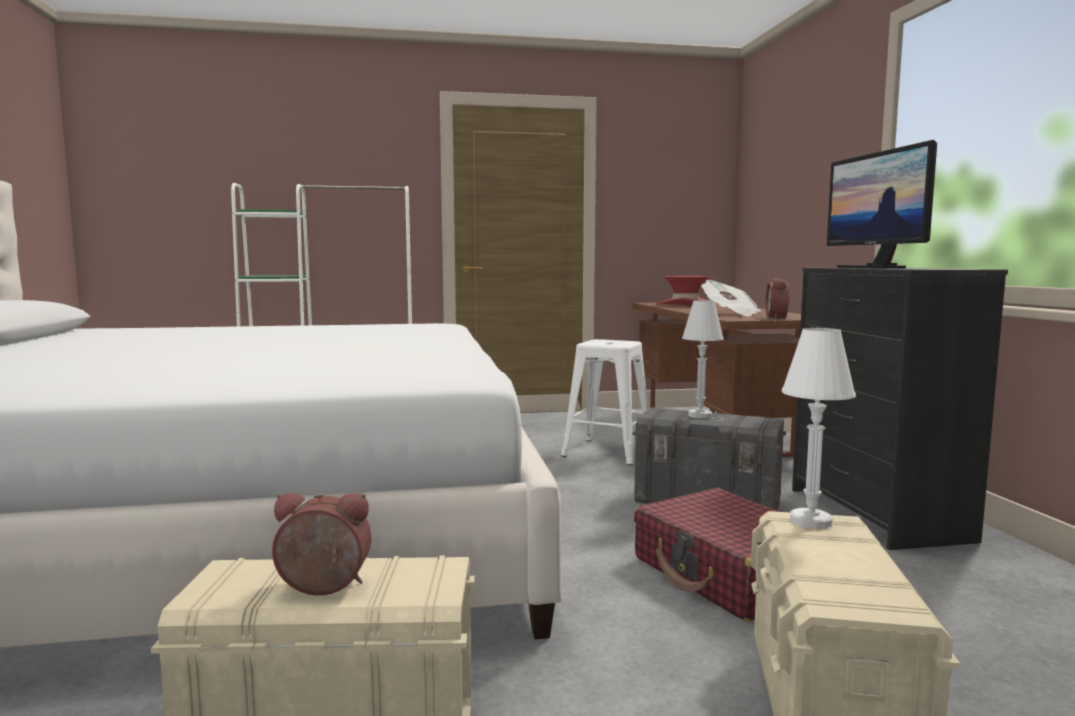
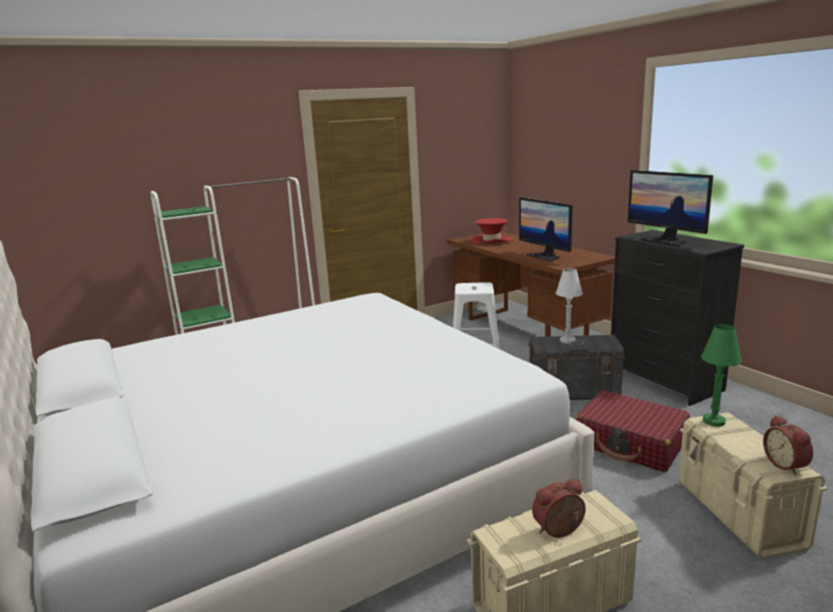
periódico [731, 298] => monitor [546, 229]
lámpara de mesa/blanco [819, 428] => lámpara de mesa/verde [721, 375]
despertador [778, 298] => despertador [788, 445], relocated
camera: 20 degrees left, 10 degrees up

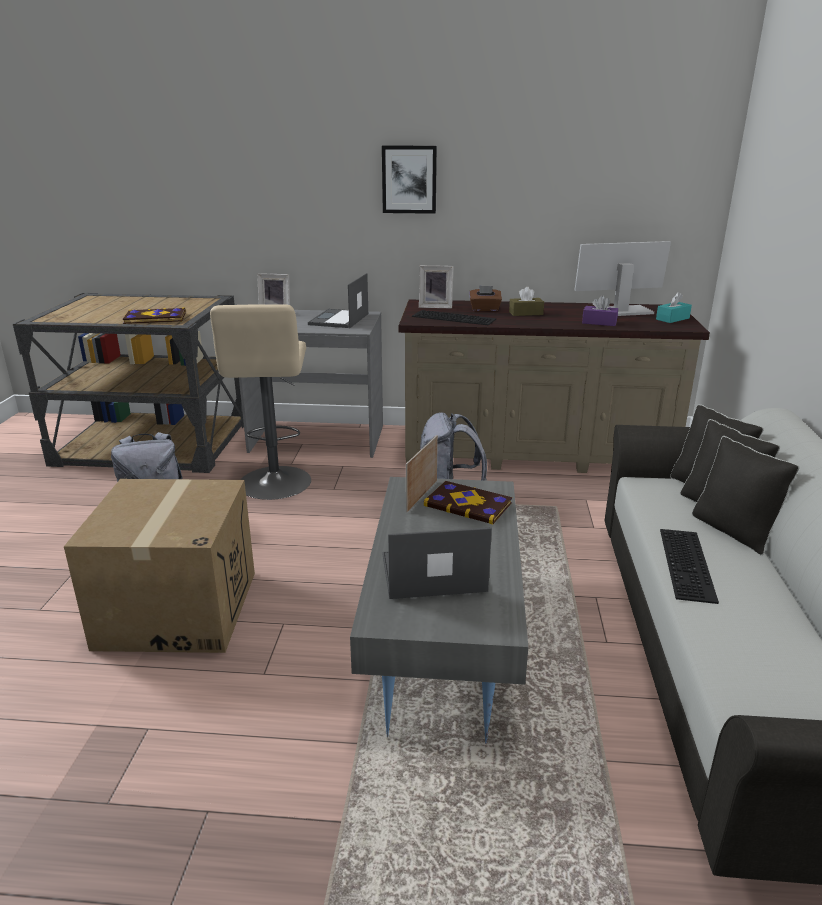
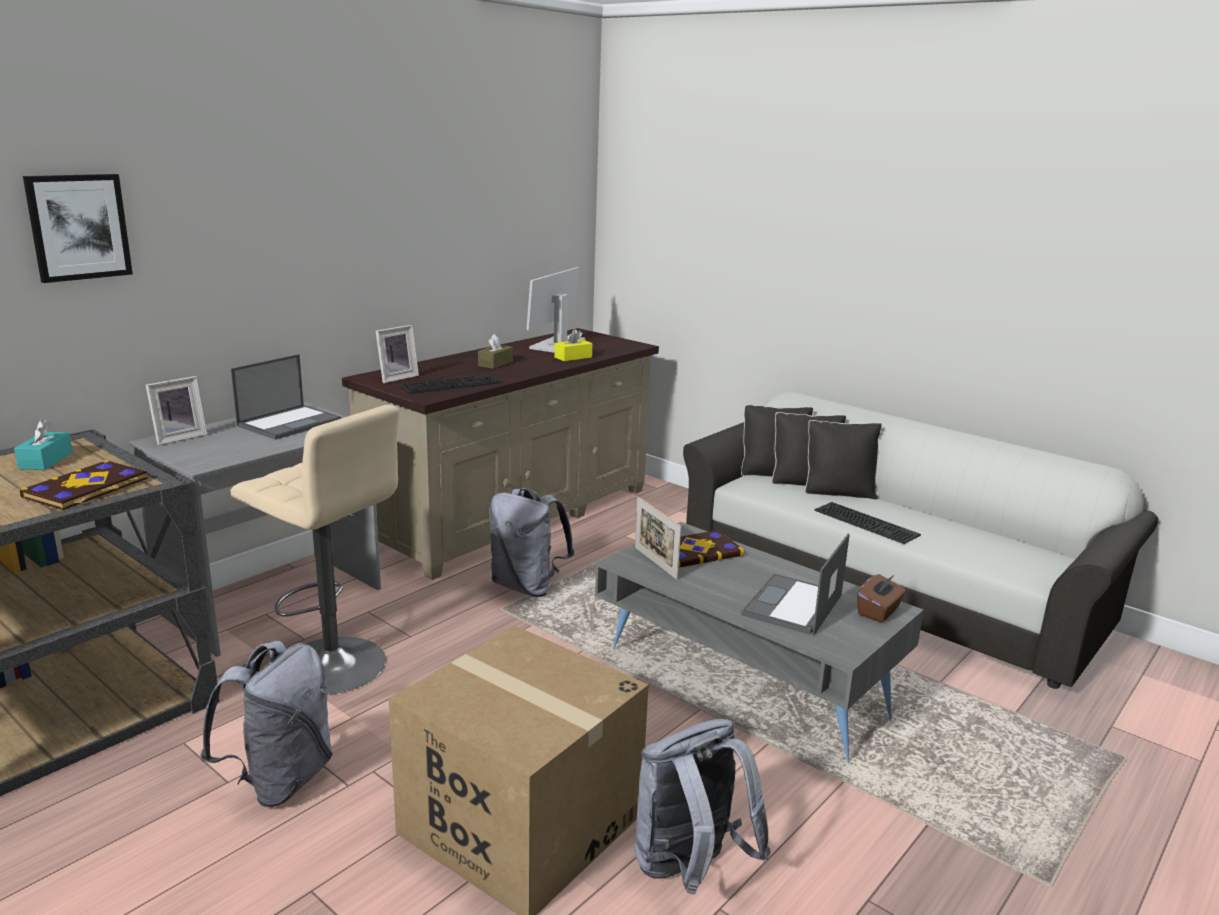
caja de pañuelos/turquesa [674, 307] => caja de pañuelos/turquesa [43, 445], relocated
cuadro [409, 180] => cuadro [78, 228], relocated
portátil [338, 300] => portátil [286, 397], 105 degrees counterclockwise
caja de pañuelos/morado [600, 310] => caja de pañuelos/amarillo [573, 345]
nothing => mochila/gris [703, 806]
caja de pañuelos/marrón [485, 298] => caja de pañuelos/marrón [881, 598], relocated
camera: 55 degrees left, 5 degrees down

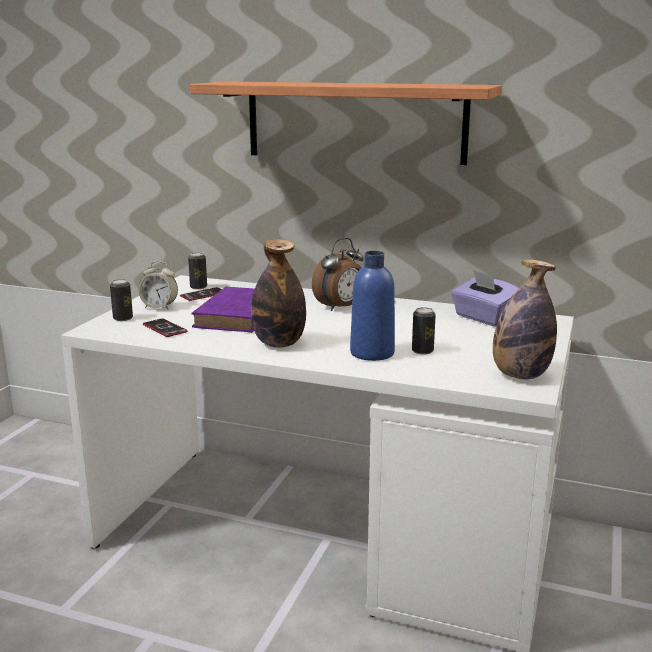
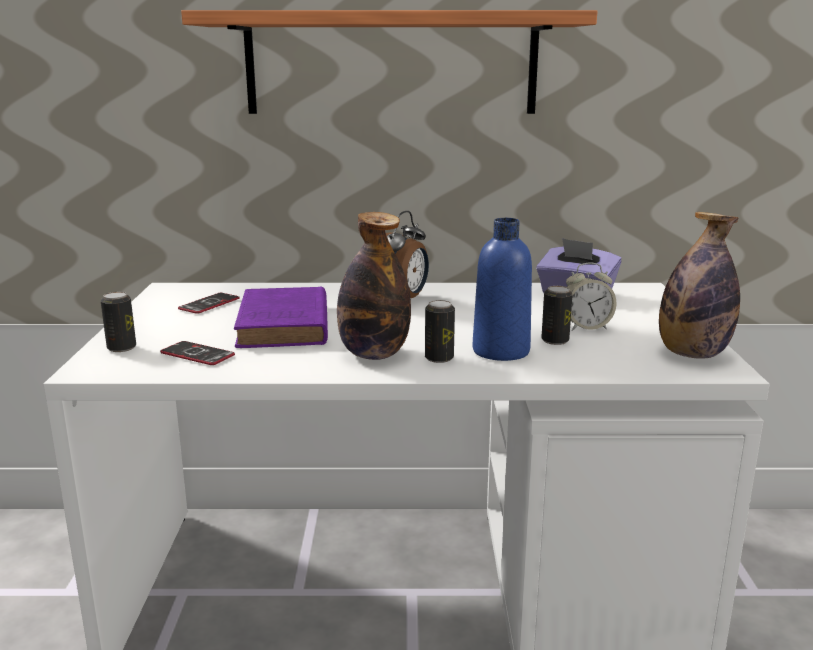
lata [197, 271] => lata [440, 331], relocated
despertador [158, 285] => despertador [591, 296], relocated
camera: 20 degrees left, 0 degrees up

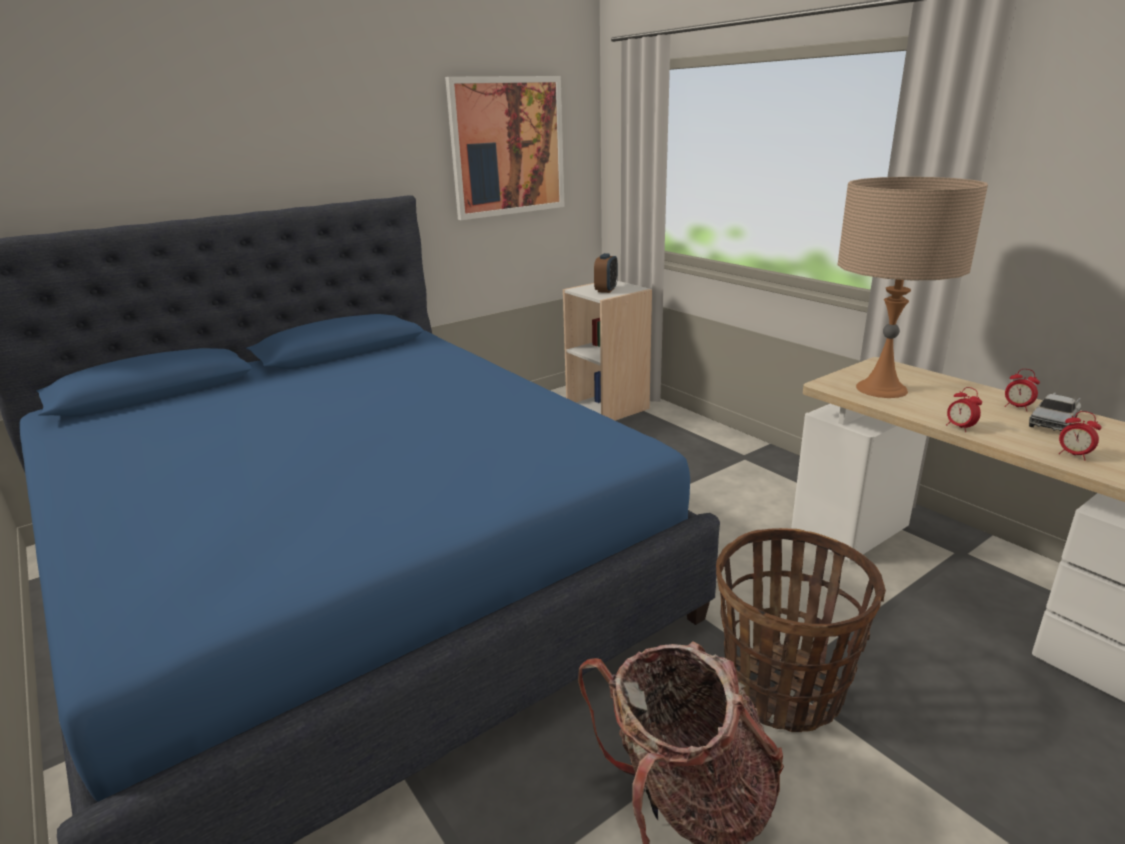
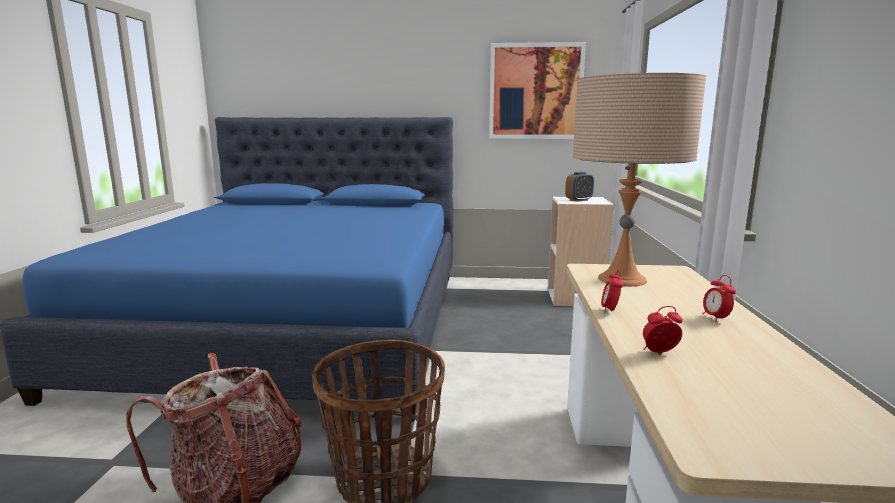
despertador [1079, 436] => despertador [663, 330], 90 degrees clockwise
camión de juguete [1055, 411] => nothing
camera: 40 degrees right, 10 degrees down

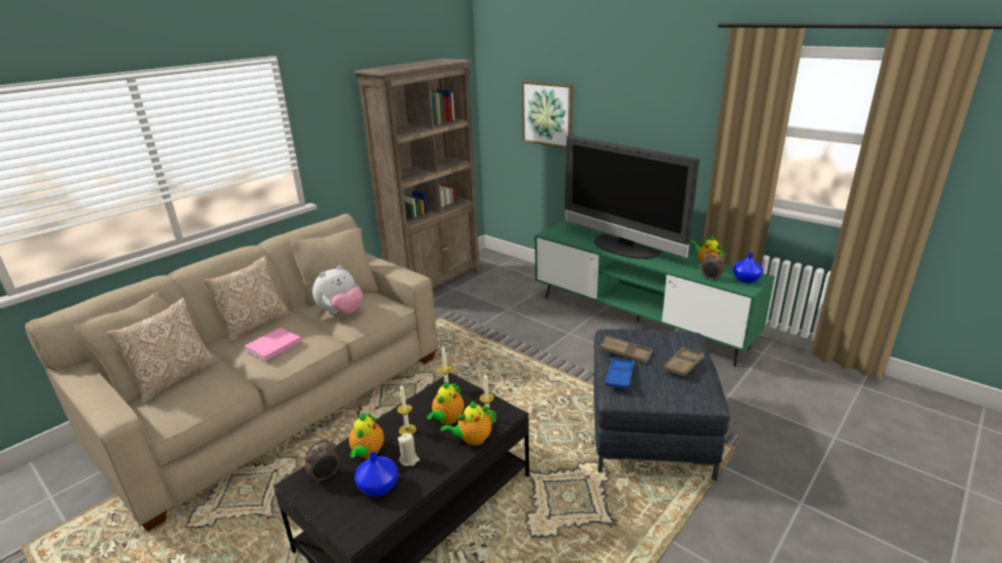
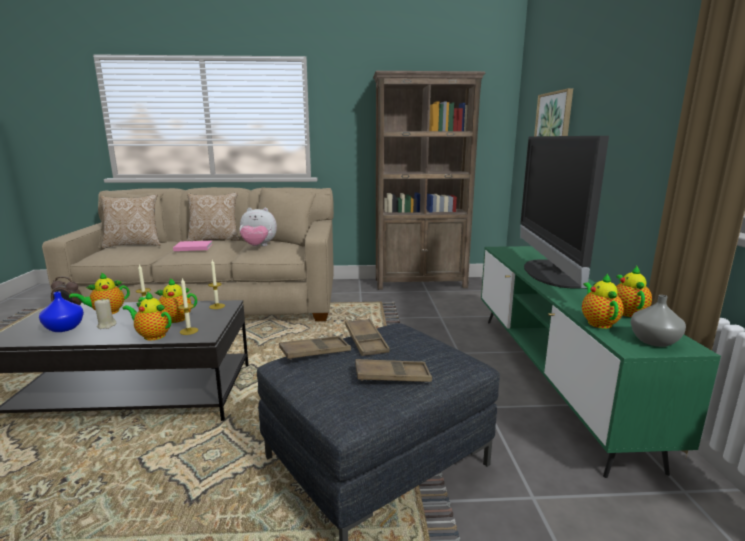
bandeja/azul [619, 374] => bandeja/marrón [315, 348]
despertador [712, 266] => tetera [603, 301]
florero/azul [748, 268] => florero/gris [658, 321]
camera: 45 degrees right, 10 degrees down

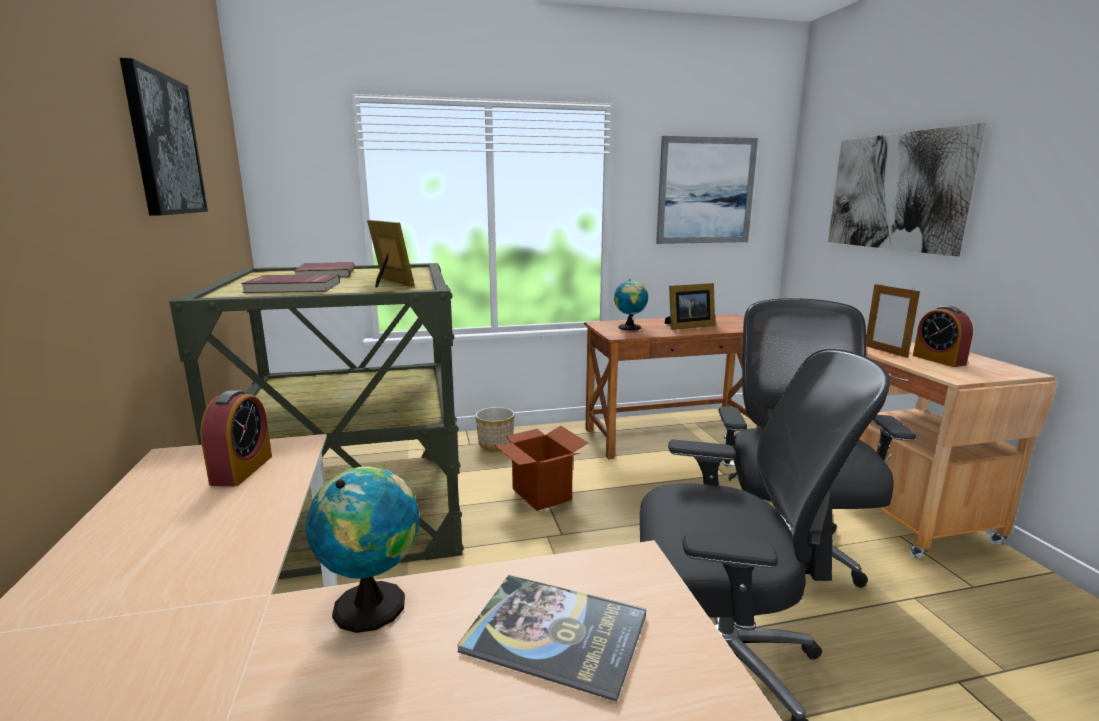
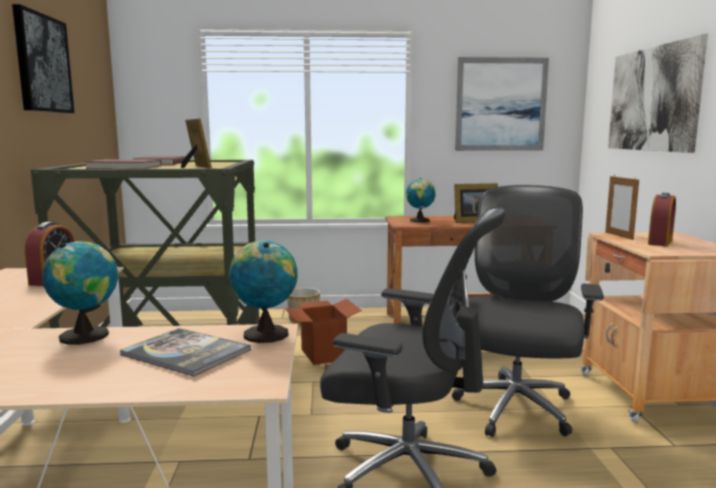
nothing => globo terráqueo [263, 291]
despertador [943, 336] => despertador [662, 219], 135 degrees counterclockwise
camera: 10 degrees right, 5 degrees down

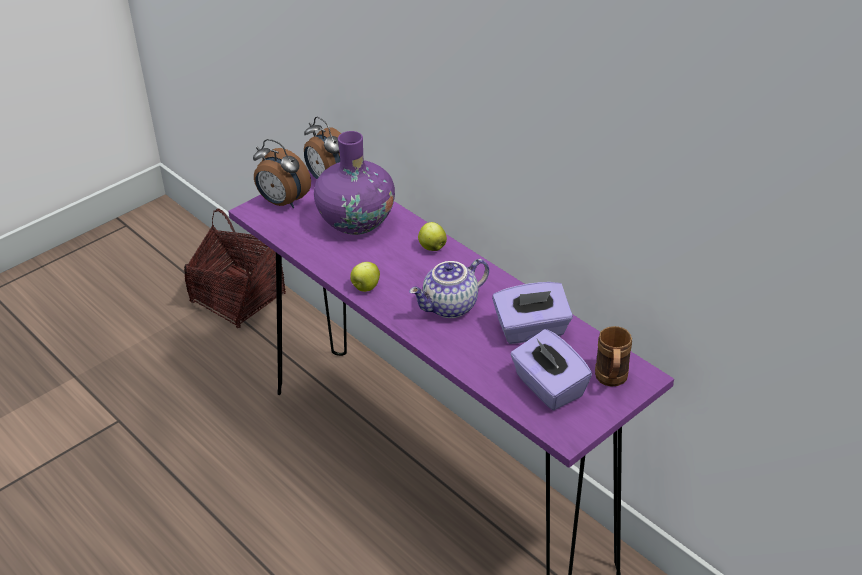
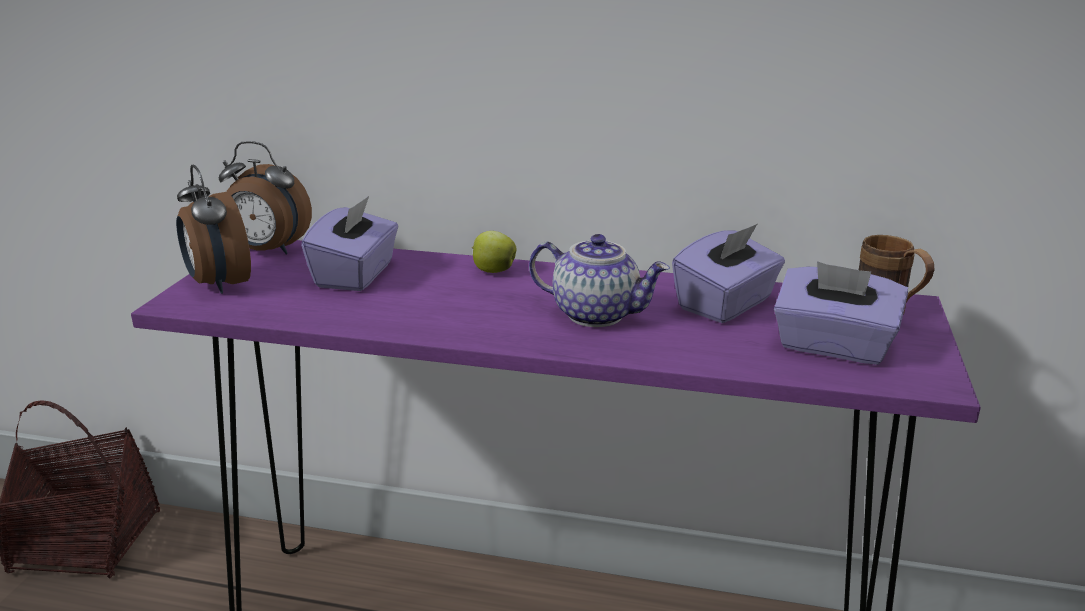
despertador [282, 173] => despertador [213, 229], 60 degrees clockwise
florero/morado [354, 183] => caja de pañuelos/morado [350, 243]
tetera [449, 288] => tetera [599, 280], 90 degrees counterclockwise
manzana [365, 277] => nothing
camera: 35 degrees left, 15 degrees down

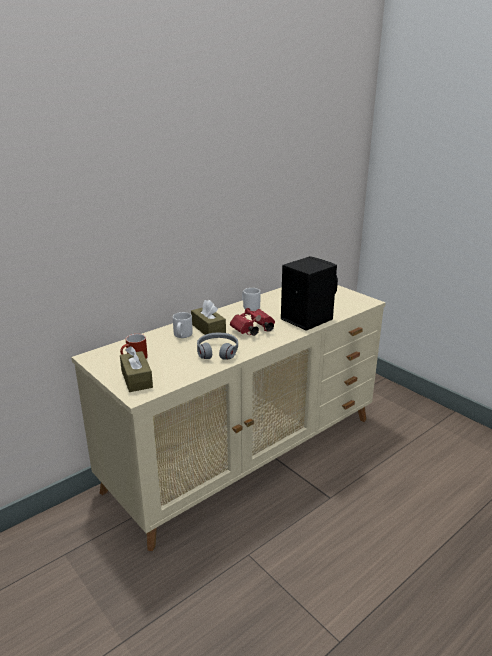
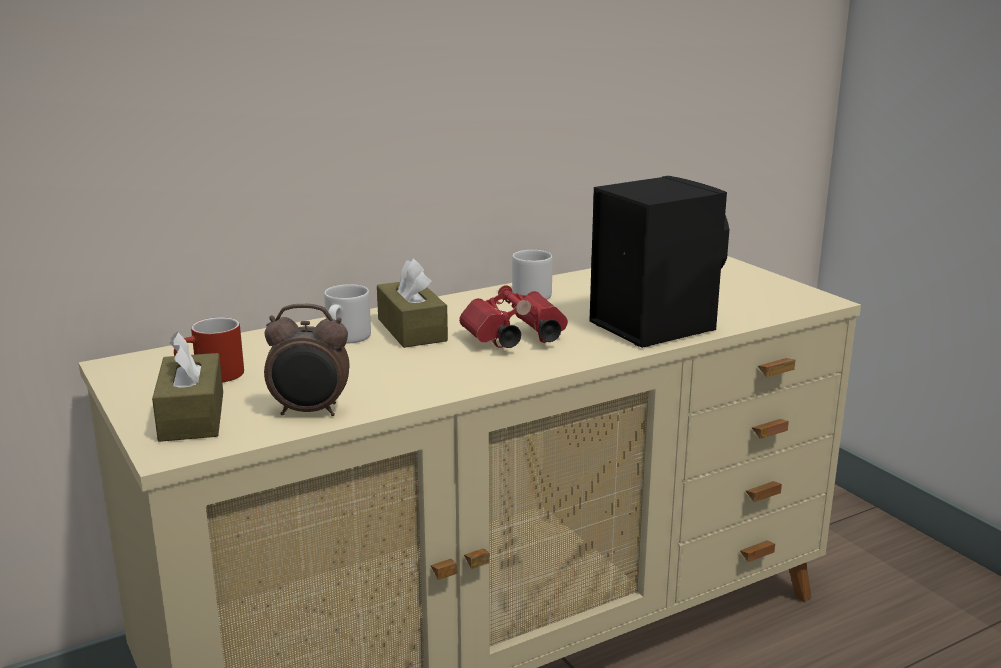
nothing => despertador [306, 360]
auriculares/gris [217, 346] => nothing
camera: 10 degrees right, 5 degrees down

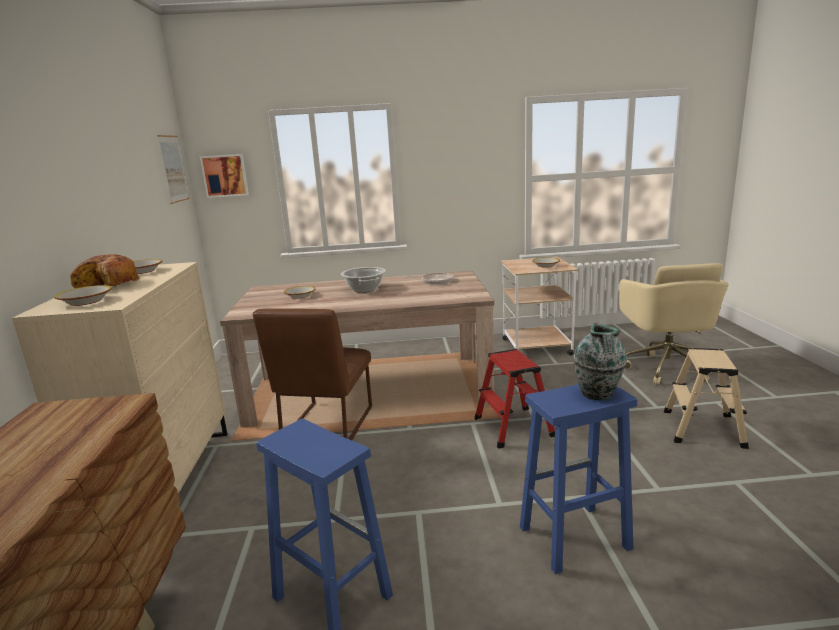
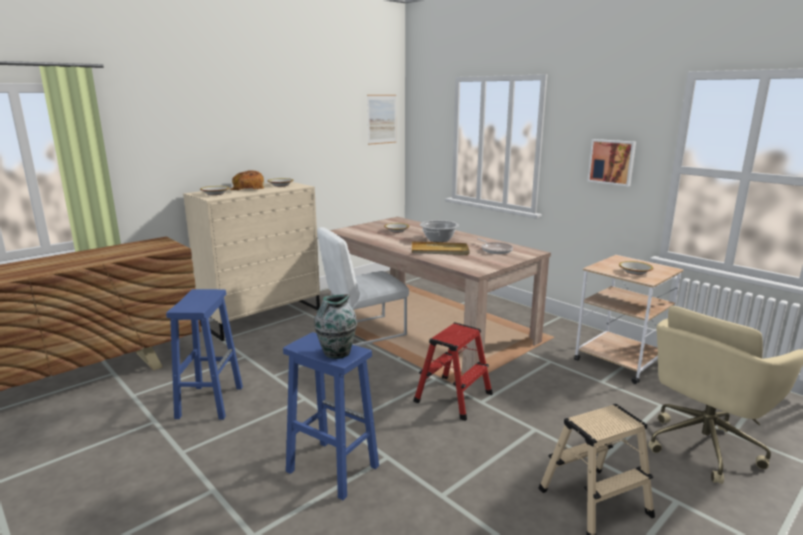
silla/marrón [312, 374] => silla/blanco [363, 286]
nothing => bandeja/beis [440, 248]
cuadro [224, 176] => cuadro [611, 162], relocated
camera: 50 degrees right, 0 degrees up

